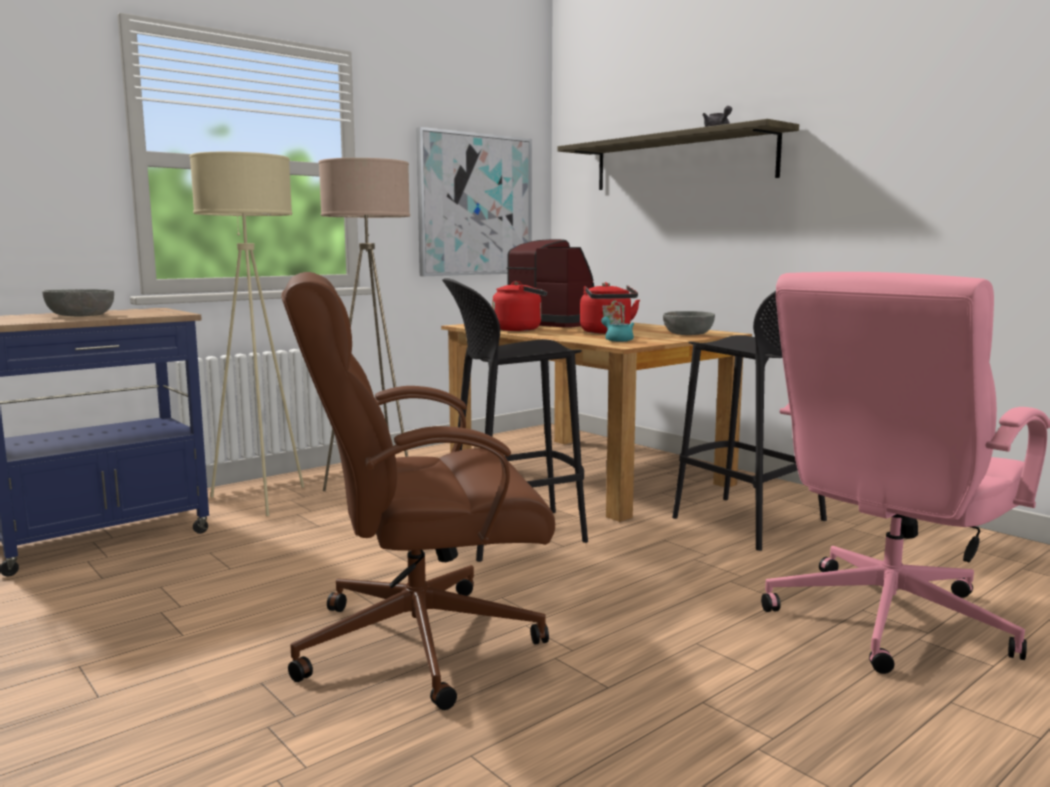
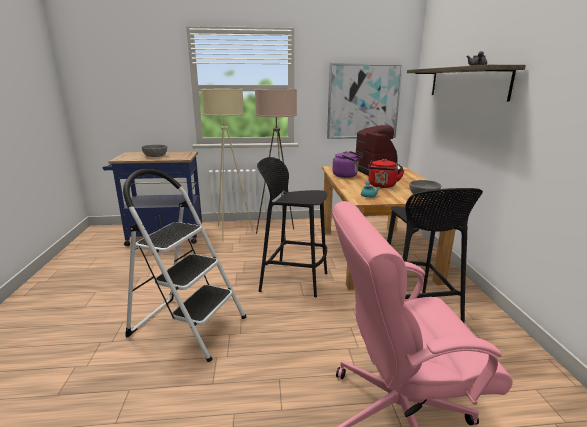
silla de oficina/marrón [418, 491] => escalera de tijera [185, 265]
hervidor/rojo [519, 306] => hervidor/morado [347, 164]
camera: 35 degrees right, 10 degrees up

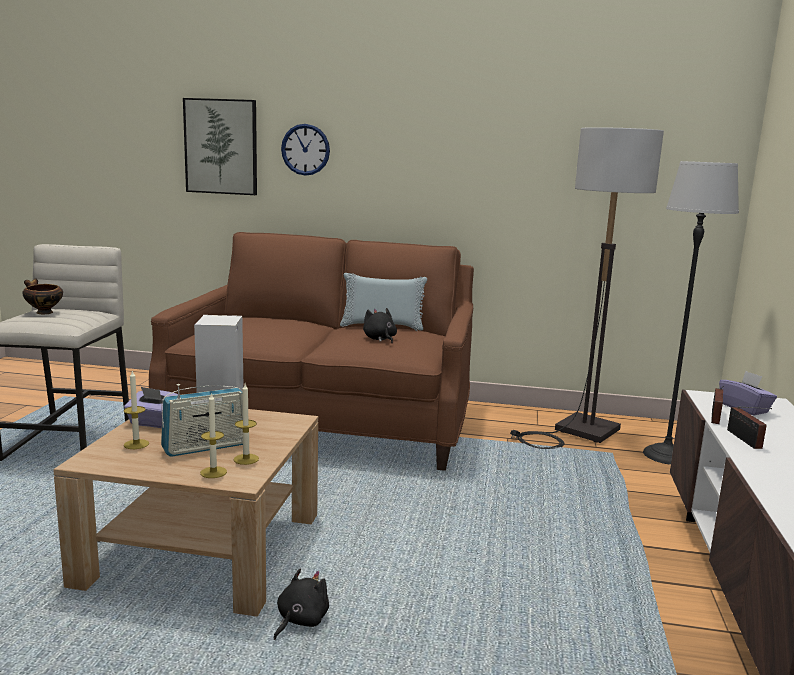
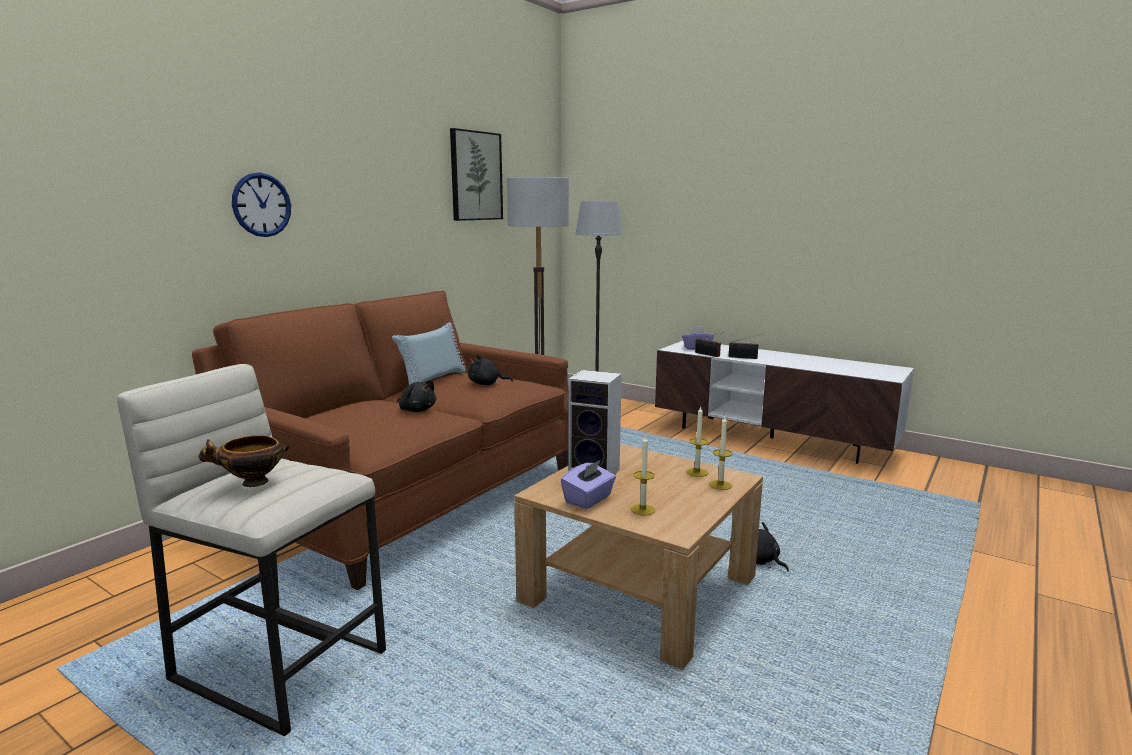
nothing => peluche/negro [416, 396]
cuadro [220, 146] => cuadro [476, 174], relocated
radio [202, 420] => nothing
camera: 65 degrees left, 0 degrees up

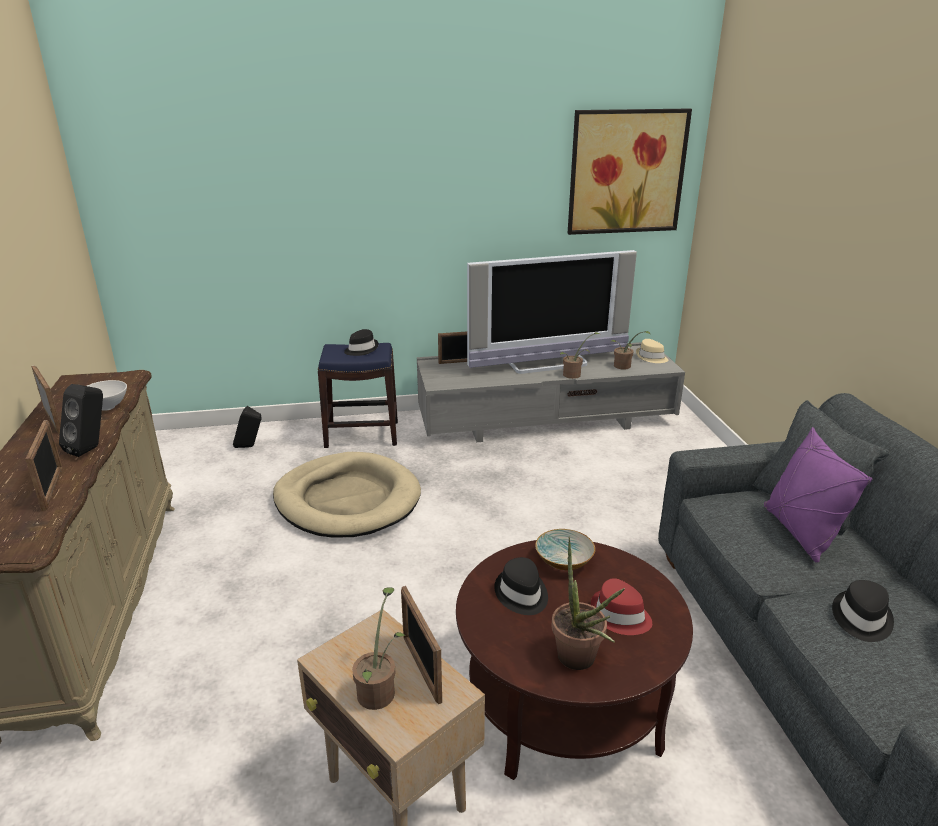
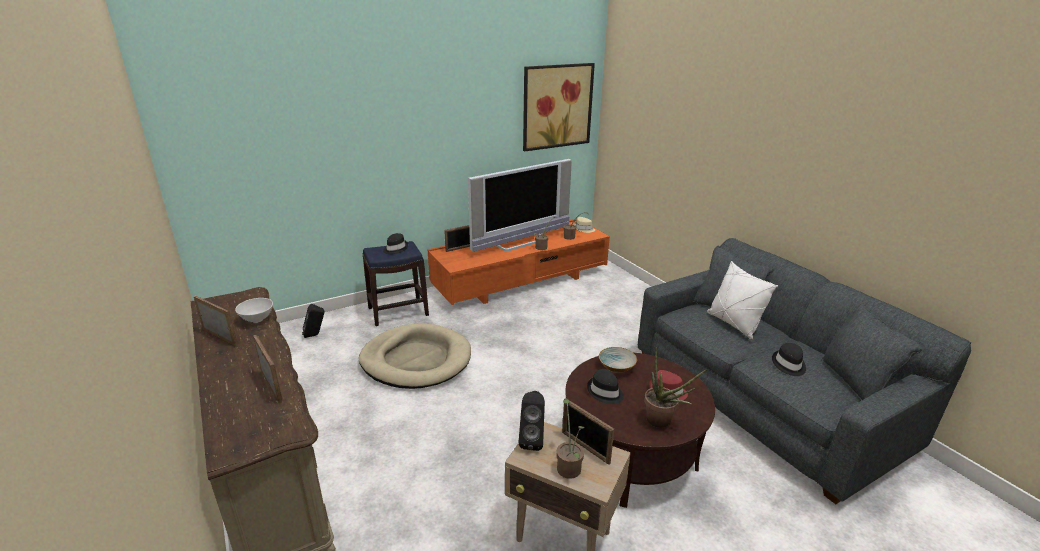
mueble de televisión/gris [551, 392] => mueble de televisión/naranja [518, 262]
altavoz/negro [81, 420] => altavoz/negro [532, 421], relocated
cojín/morado [818, 495] => cojín/blanco [742, 300]
camera: 20 degrees left, 0 degrees up

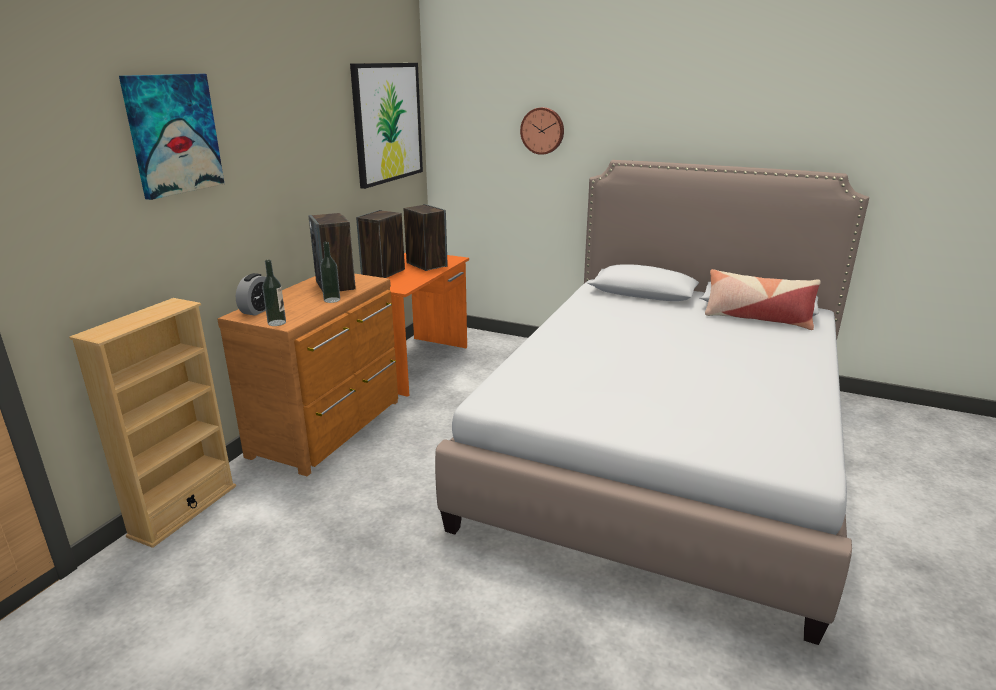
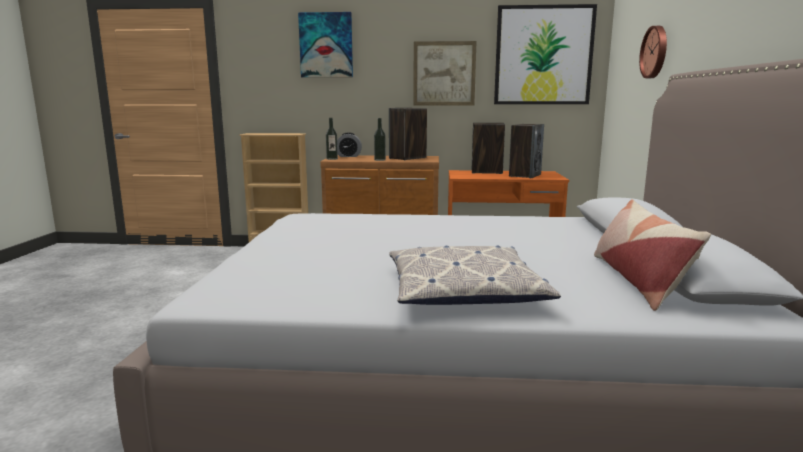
nothing => cojín [475, 275]
nothing => cuadro [445, 73]
camera: 70 degrees right, 10 degrees down

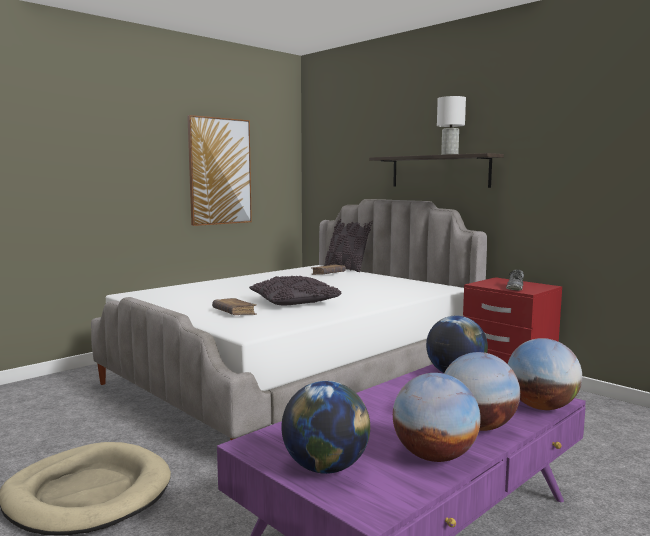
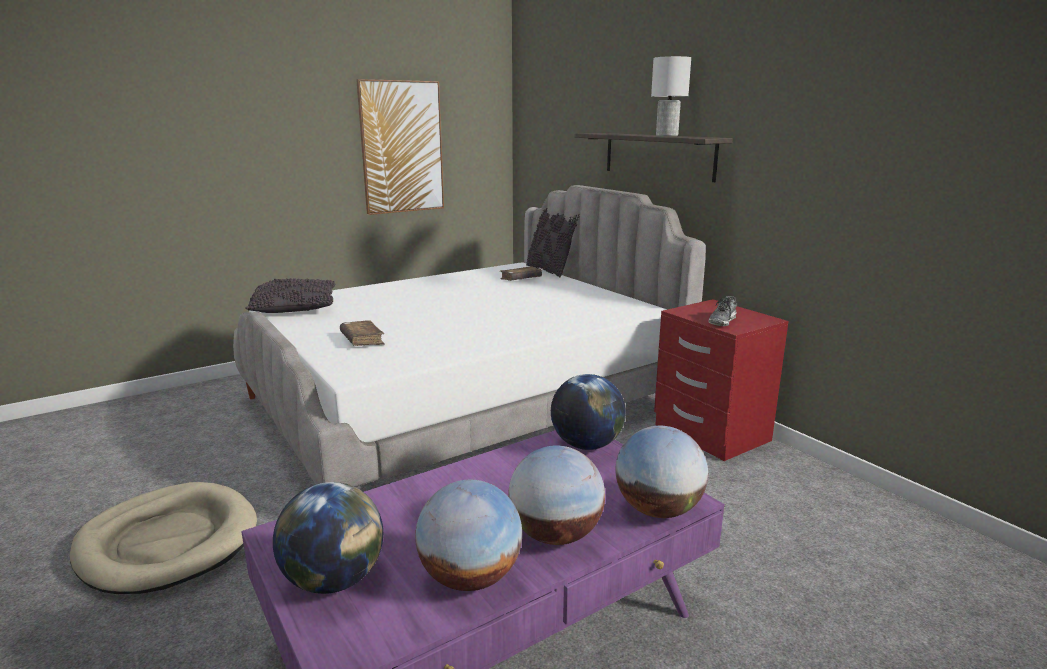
cojín/negro [295, 290] => cojín/negro [290, 295], relocated
camera: 10 degrees right, 10 degrees up

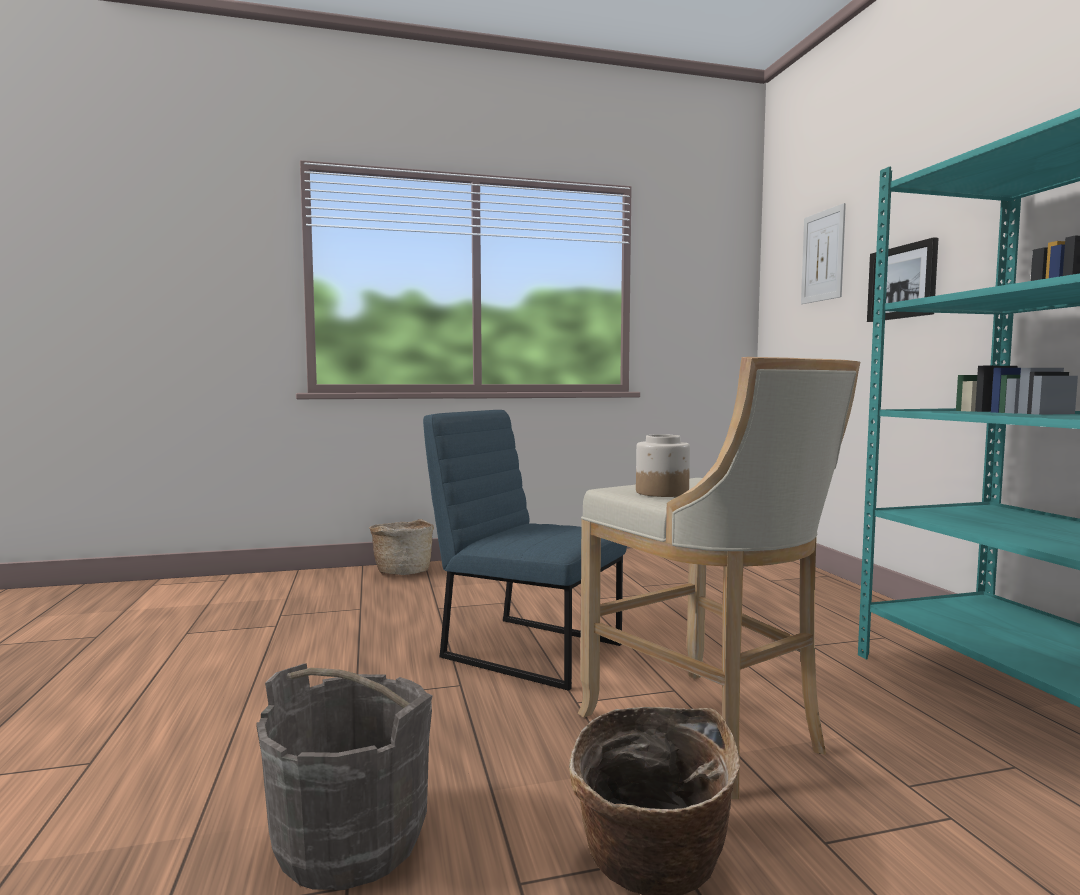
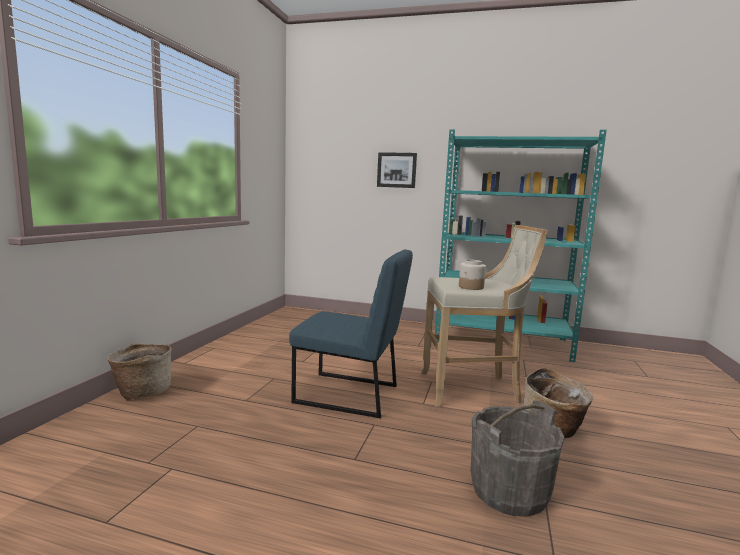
silla/azul [525, 550] => silla/azul [351, 334], 135 degrees counterclockwise
cuadro [823, 253] => nothing
camera: 60 degrees left, 5 degrees up

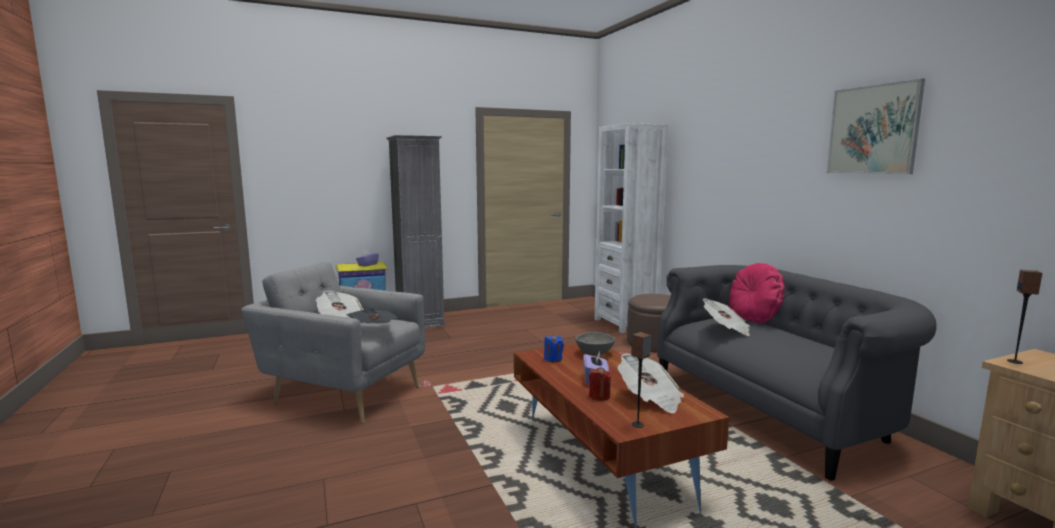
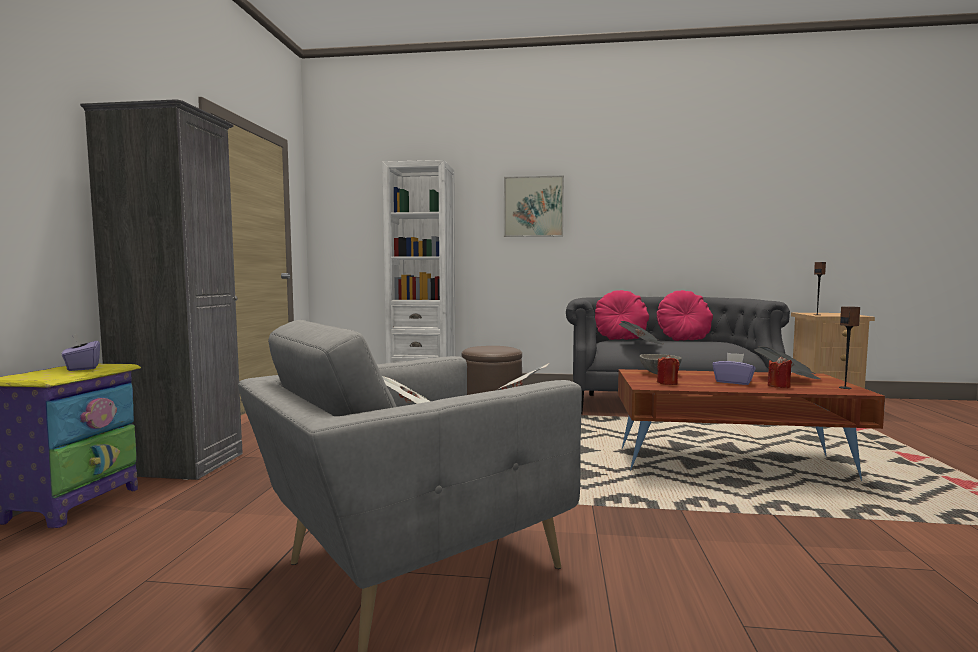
cuadro [876, 126] => cuadro [534, 206], relocated
nothing => cojín/rosa [685, 315]
vela/azul [554, 348] => vela/rojo [668, 370]
camera: 60 degrees left, 5 degrees down

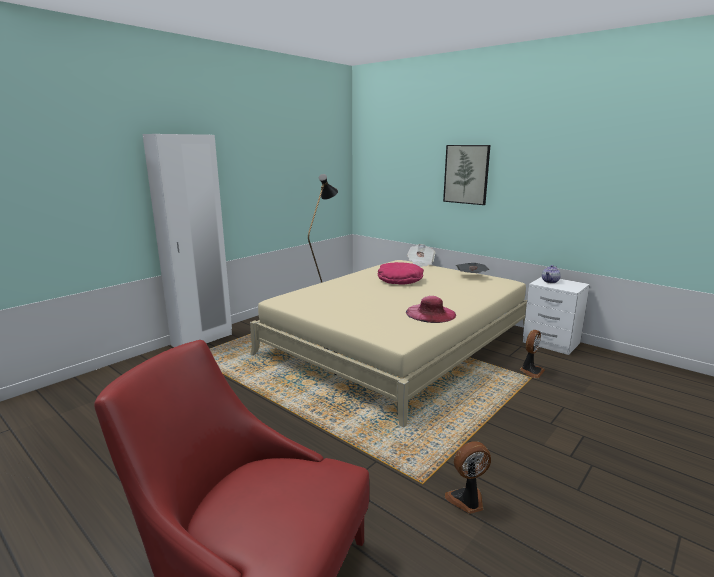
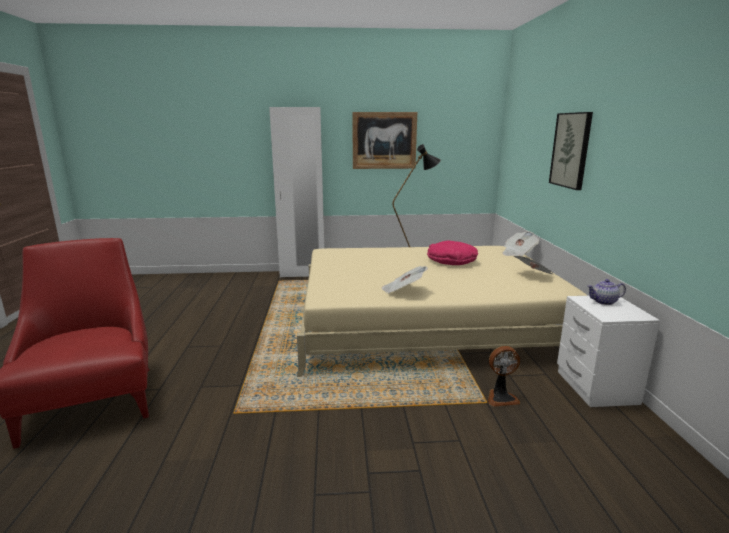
nothing => cuadro [384, 140]
sombrero/rosa [431, 309] => periódico [405, 280]
ventilador [468, 477] => nothing
camera: 45 degrees right, 0 degrees up

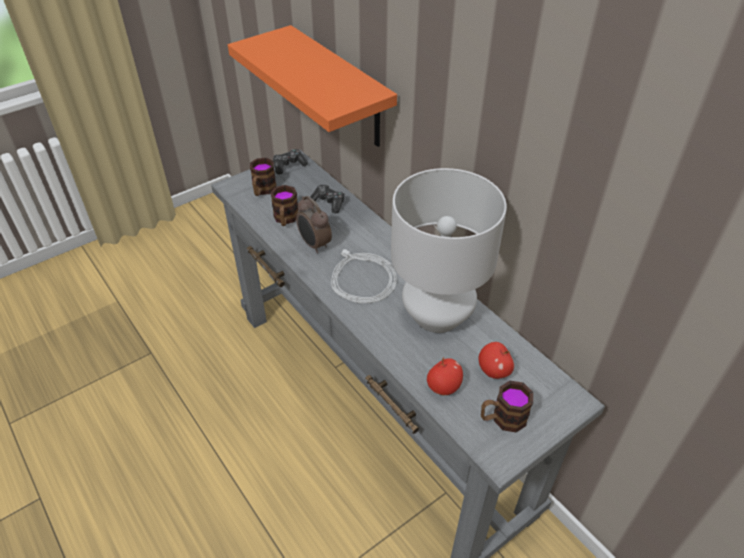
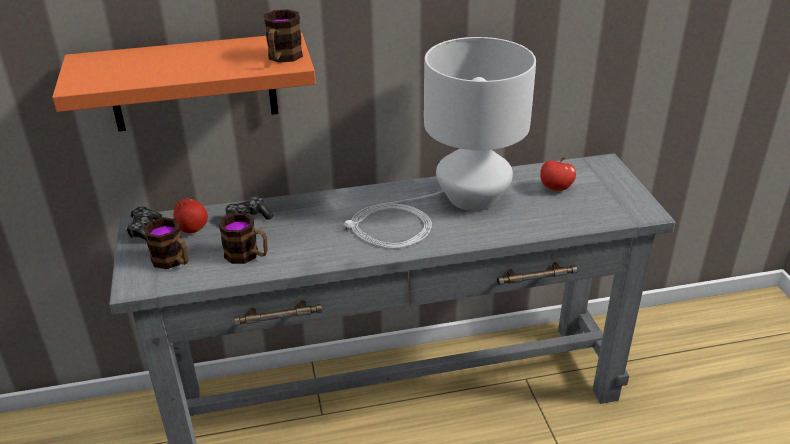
manzana [445, 376] => manzana [190, 216], relocated
taza grande [507, 407] => taza grande [283, 36], relocated
despertador [314, 224] => nothing
camera: 65 degrees left, 10 degrees down

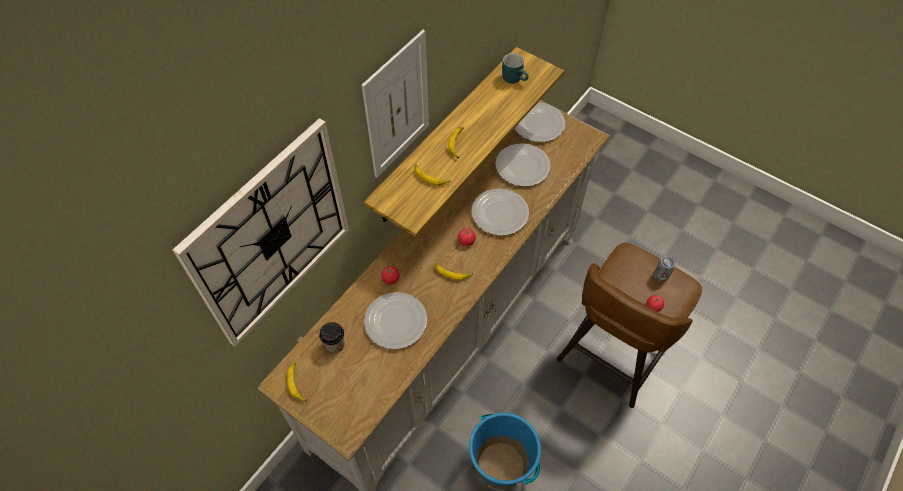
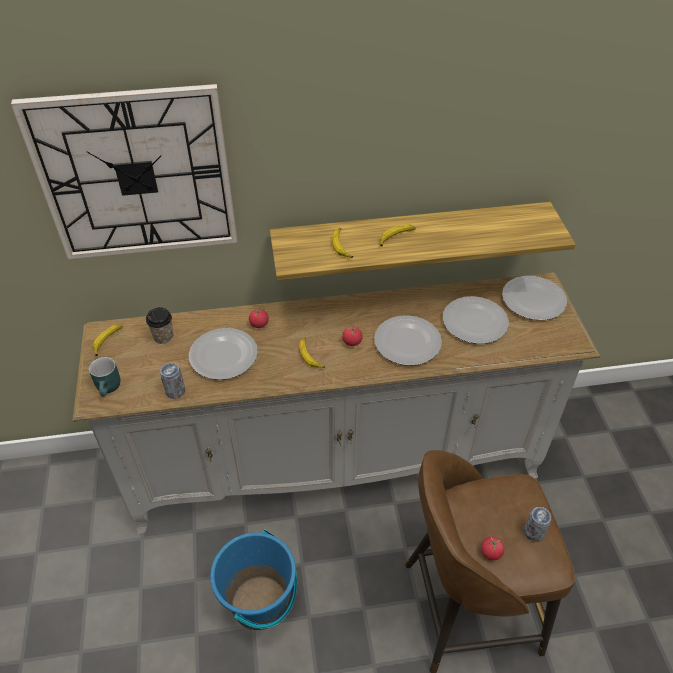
taza grande/turquesa [515, 68] => taza grande/turquesa [104, 377], relocated
nothing => lata [172, 381]
cuadro [395, 104] => nothing
camera: 45 degrees right, 10 degrees down

